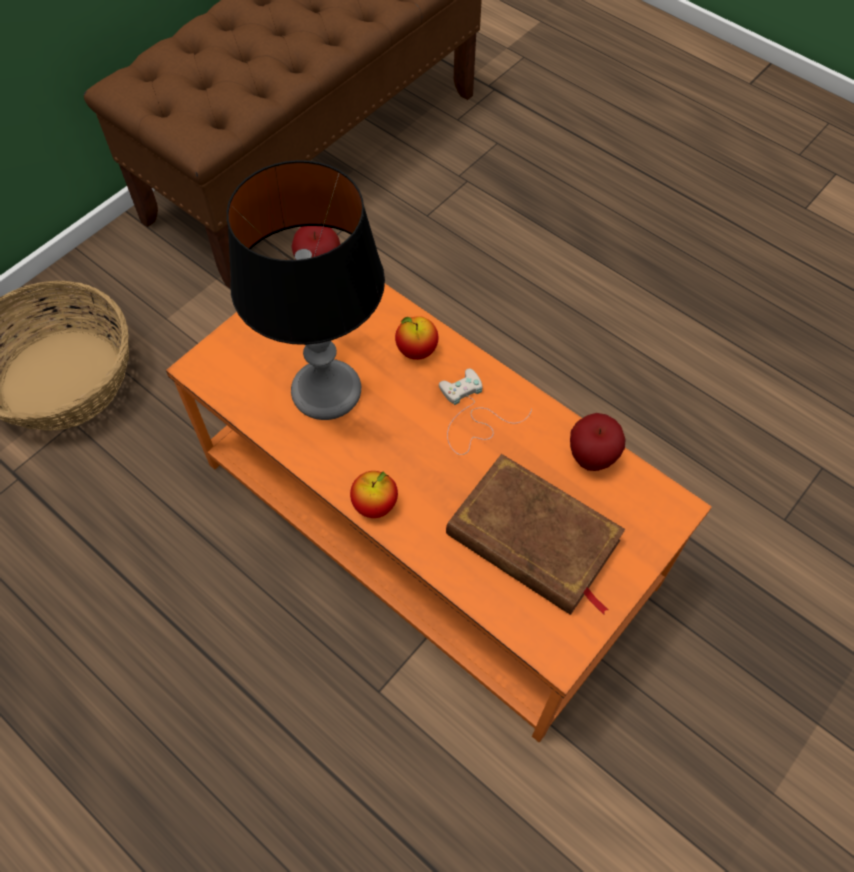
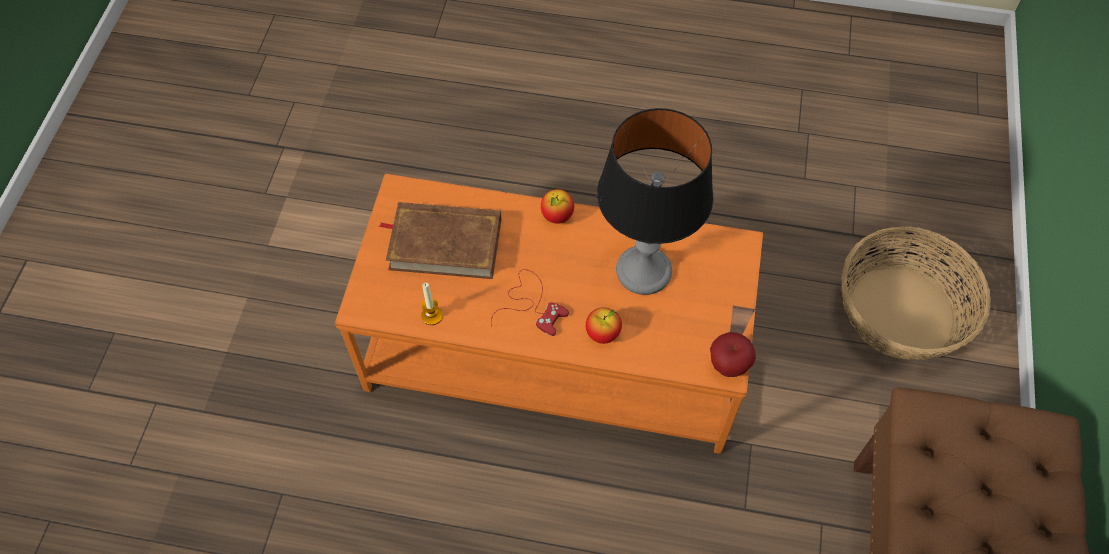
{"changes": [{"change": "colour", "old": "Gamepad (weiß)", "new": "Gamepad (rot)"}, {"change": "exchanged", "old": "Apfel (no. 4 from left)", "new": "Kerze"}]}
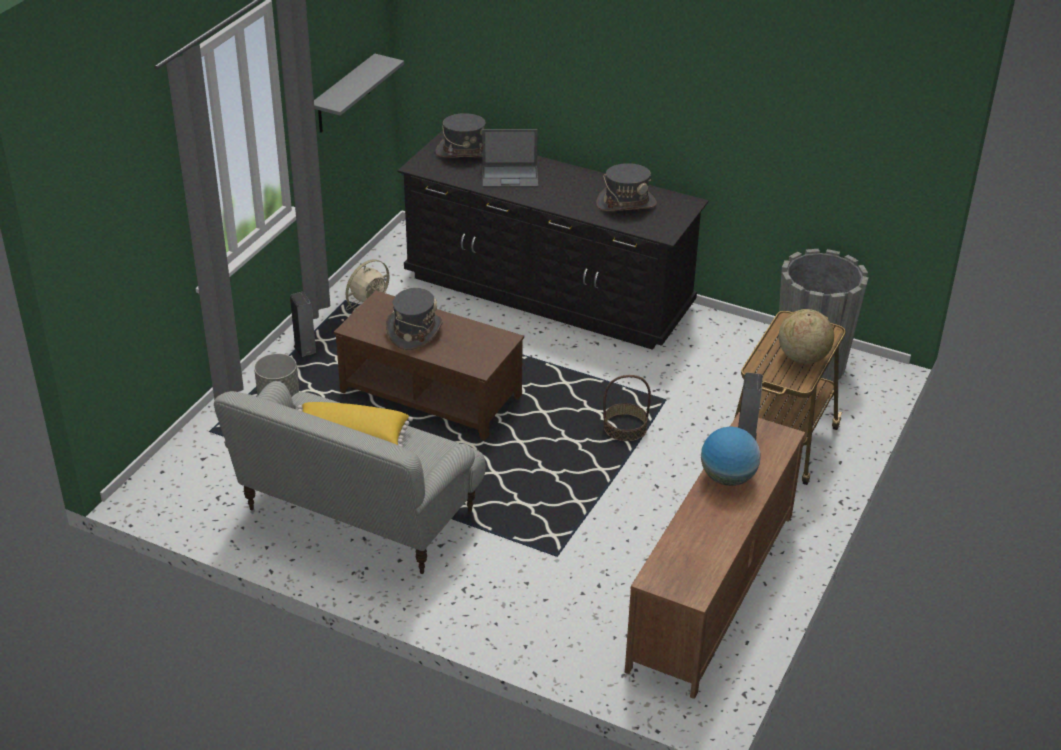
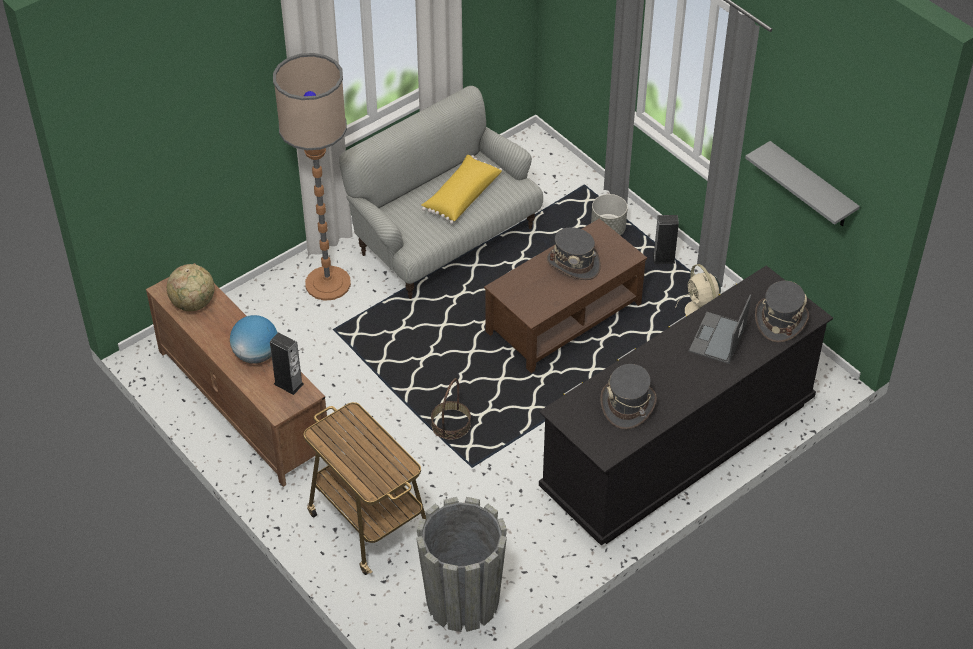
{"changes": [{"change": "relocated", "old": "Globus (no. 2 from left in the first image)", "new": "Globus (no. 1 from left)"}, {"change": "appeared", "new": "Stehlampe"}]}
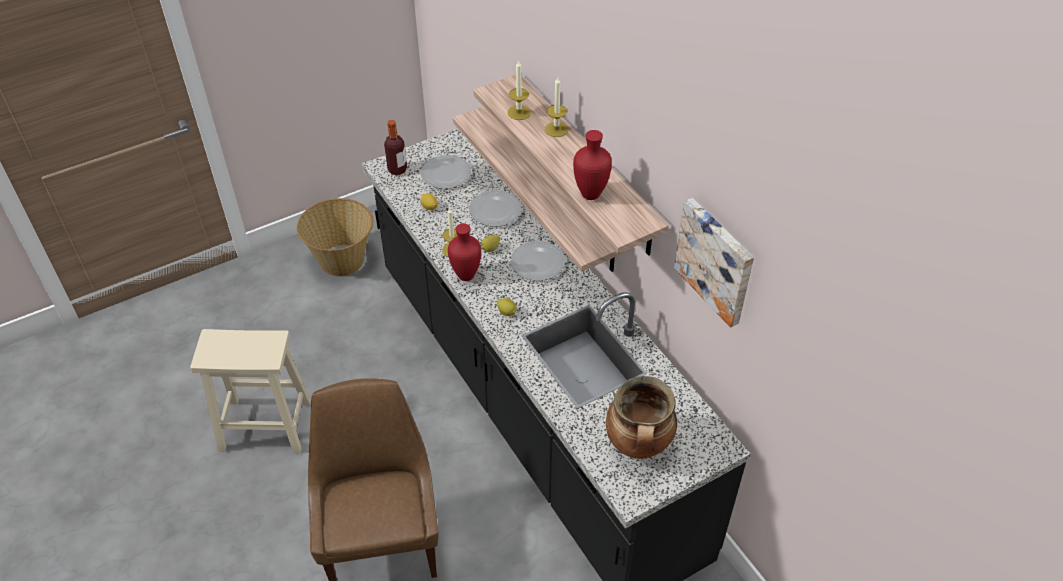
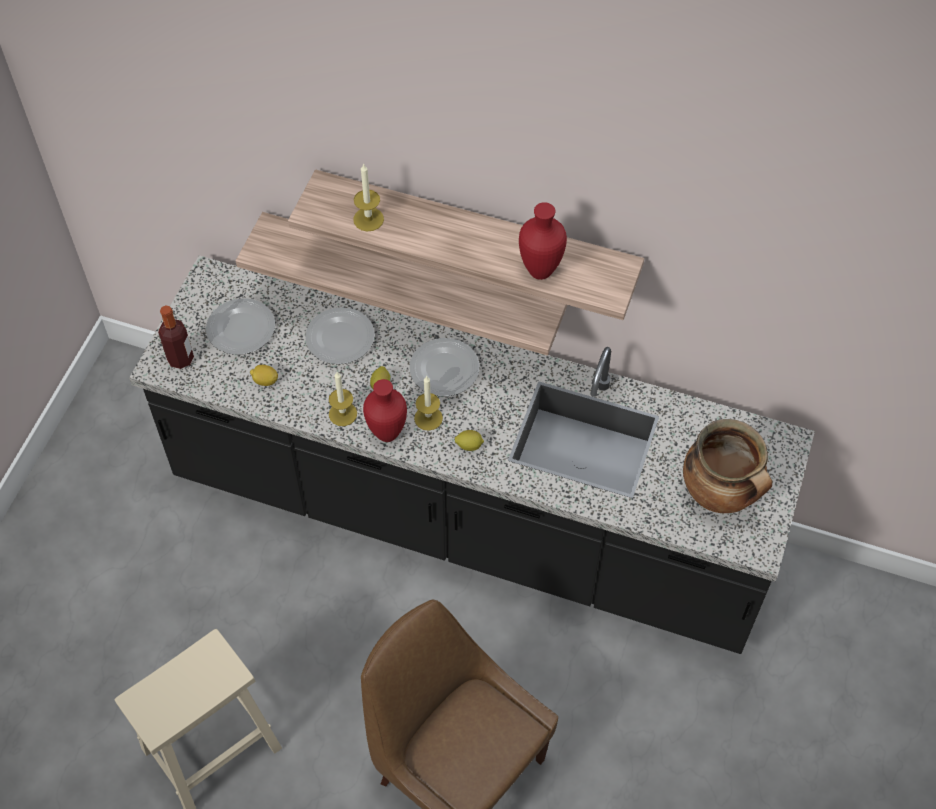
{"changes": [{"change": "relocated", "old": "Kerze (no. 3 from left)"}, {"change": "missing", "old": "Korb"}, {"change": "missing", "old": "Bild"}]}
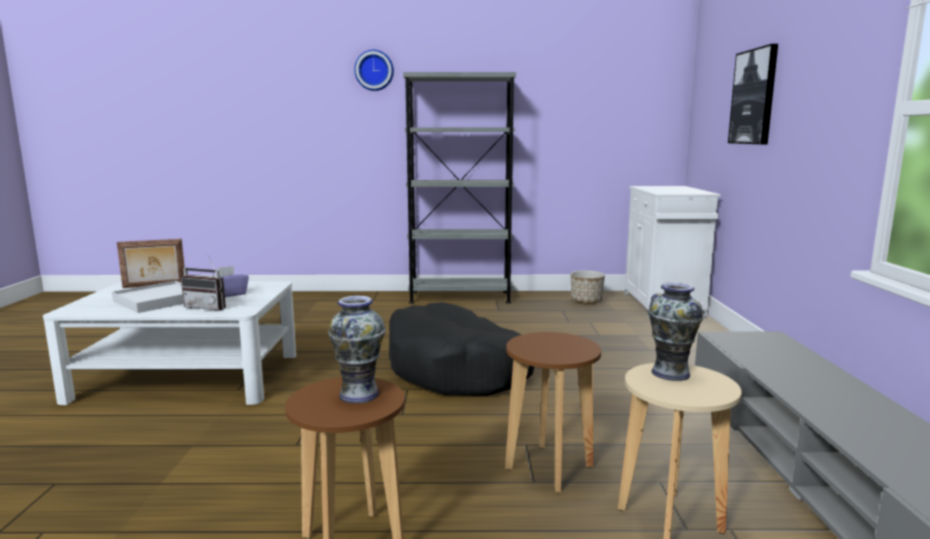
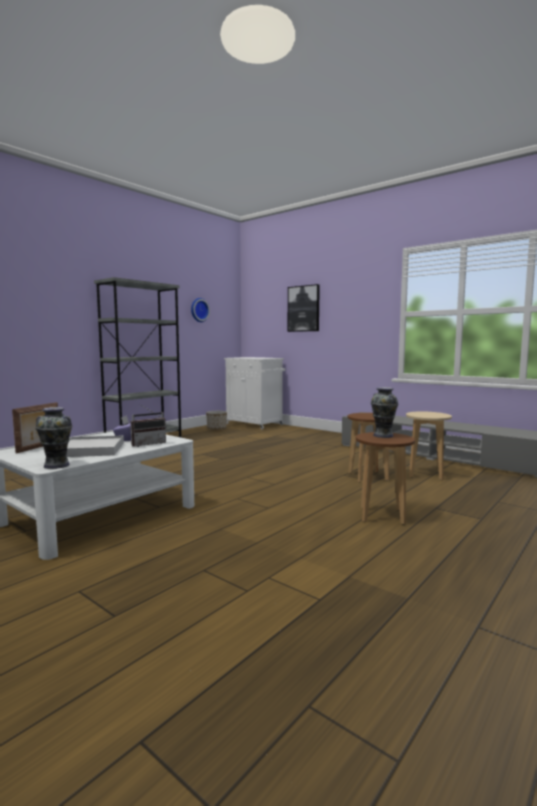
{"changes": [{"change": "relocated", "old": "Wanduhr"}, {"change": "relocated", "old": "Vase (no. 2 from left in the first image)", "new": "Vase (no. 1 from left)"}, {"change": "missing", "old": "Hundebett (schwarz)"}]}
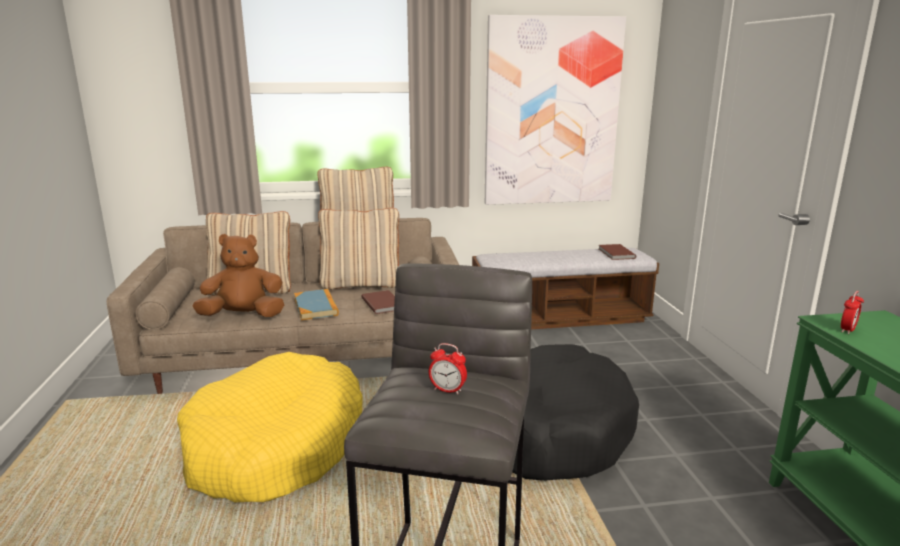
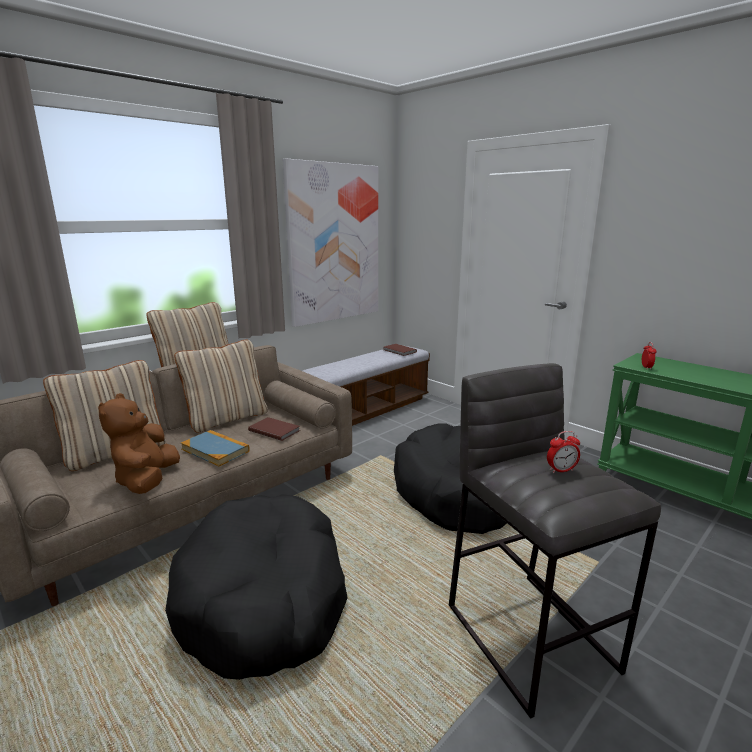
{"changes": [{"change": "spun", "old": "Plüschtier (braun)", "degrees": -45}, {"change": "colour", "old": "Hundebett (gelb)", "new": "Hundebett (schwarz) (no. 1 from left)"}]}
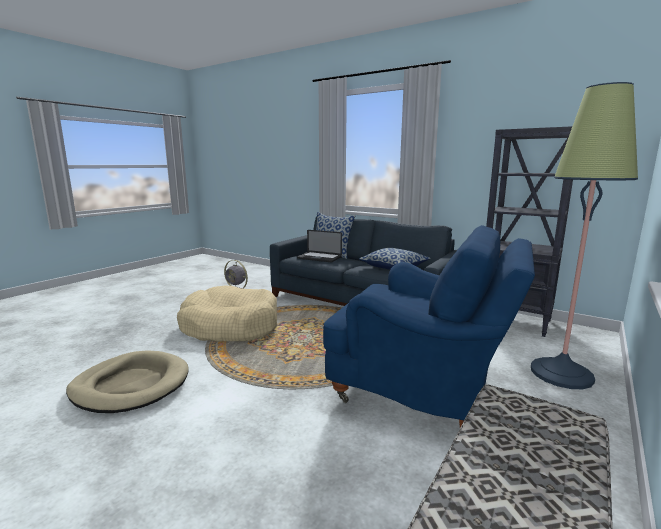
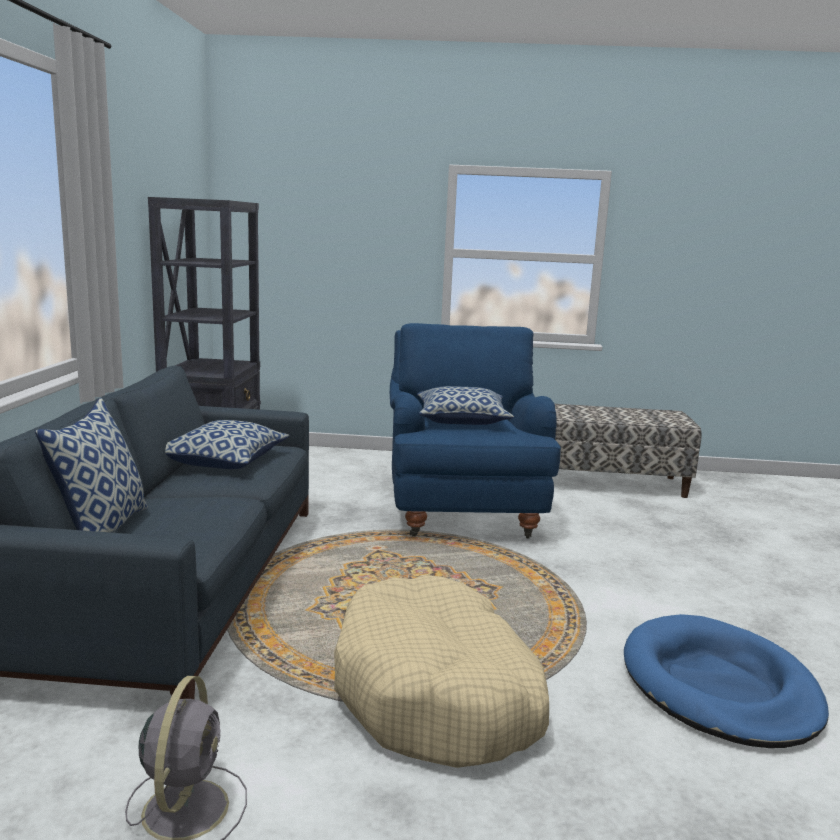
{"changes": [{"change": "missing", "old": "Stehlampe"}, {"change": "missing", "old": "Laptop"}, {"change": "colour", "old": "Hundebett (beige) (no. 1 from left)", "new": "Hundebett (blau)"}, {"change": "appeared", "new": "Kissen (no. 3 from left)"}]}
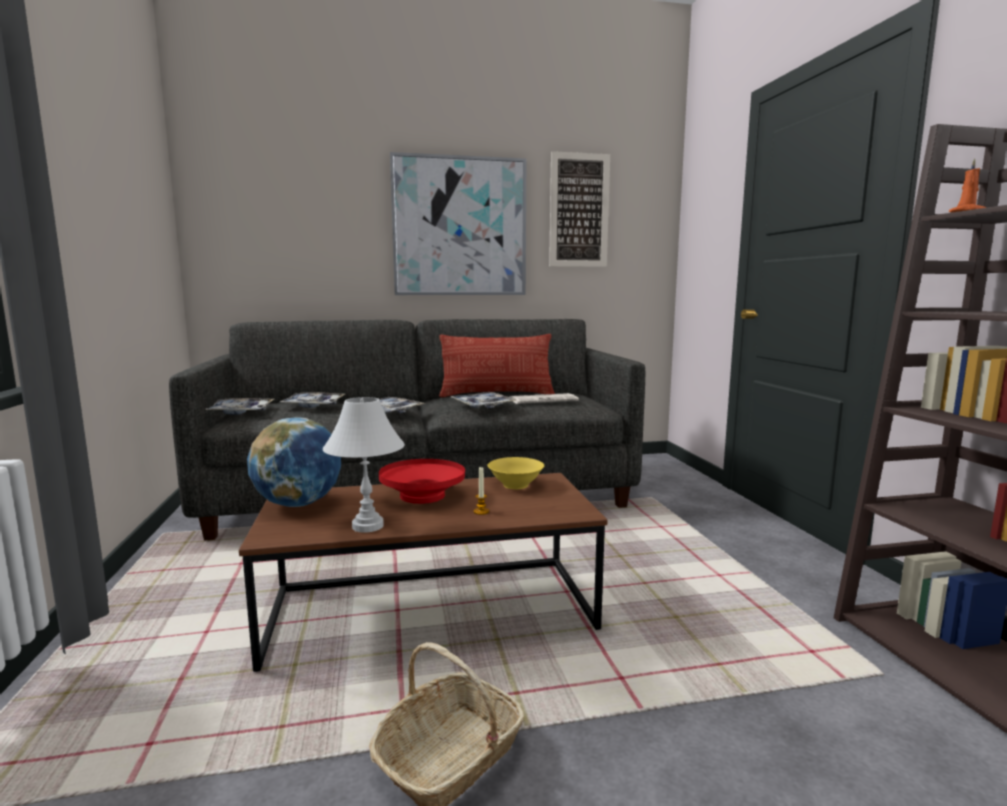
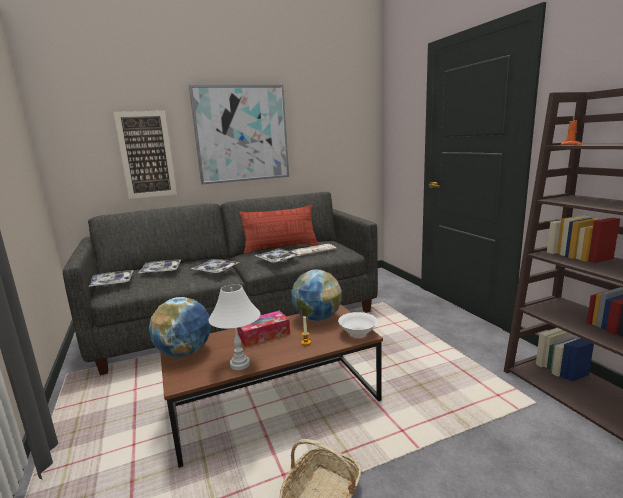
{"changes": [{"change": "relocated", "old": "Bild (no. 2 from left in the first image)", "new": "Bild (no. 1 from left)"}, {"change": "exchanged", "old": "Schüssel (gelb)", "new": "Globus (no. 2 from left)"}, {"change": "exchanged", "old": "Schüssel (rot)", "new": "Taschentuchbox"}, {"change": "appeared", "new": "Schüssel (weiß)"}]}
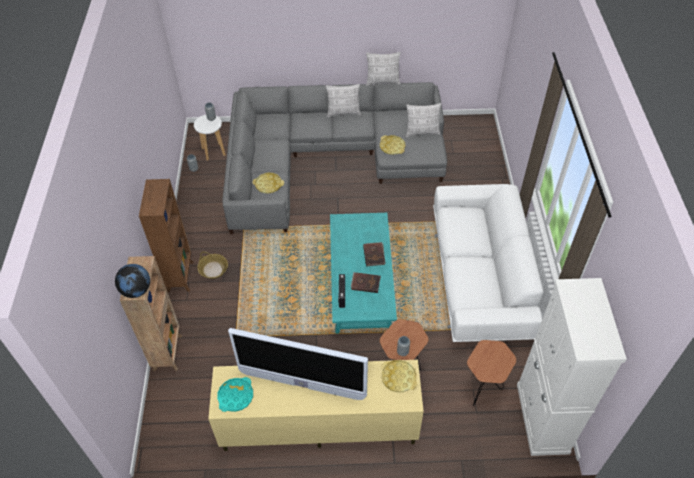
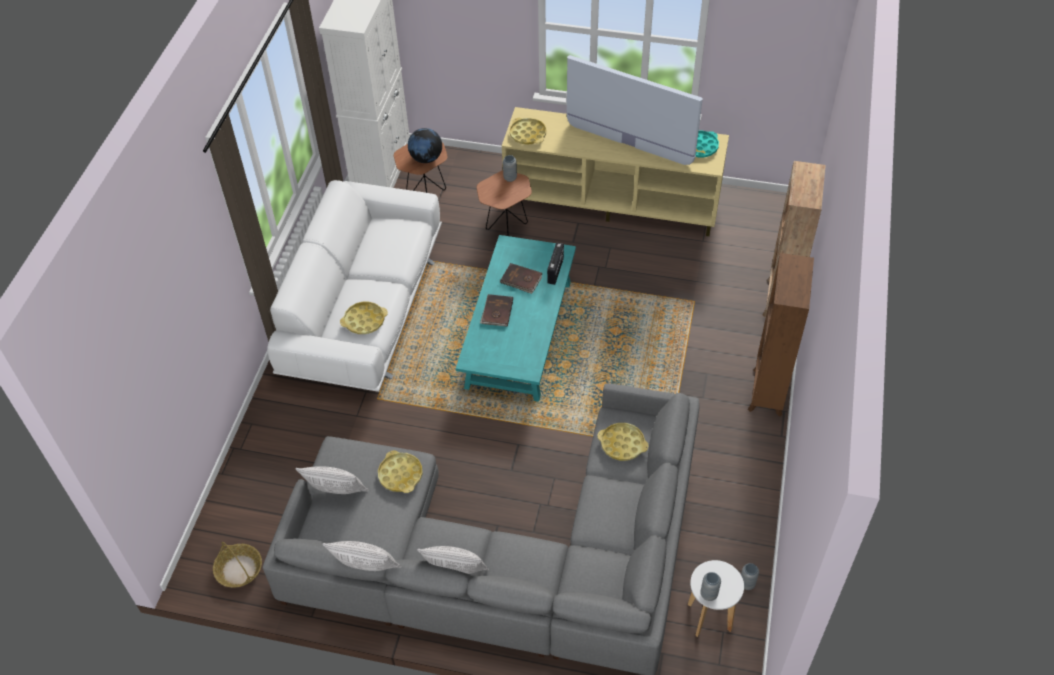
{"changes": [{"change": "relocated", "old": "Korb"}, {"change": "relocated", "old": "Globus"}, {"change": "appeared", "new": "Tablett (gelb) (no. 1 from left)"}]}
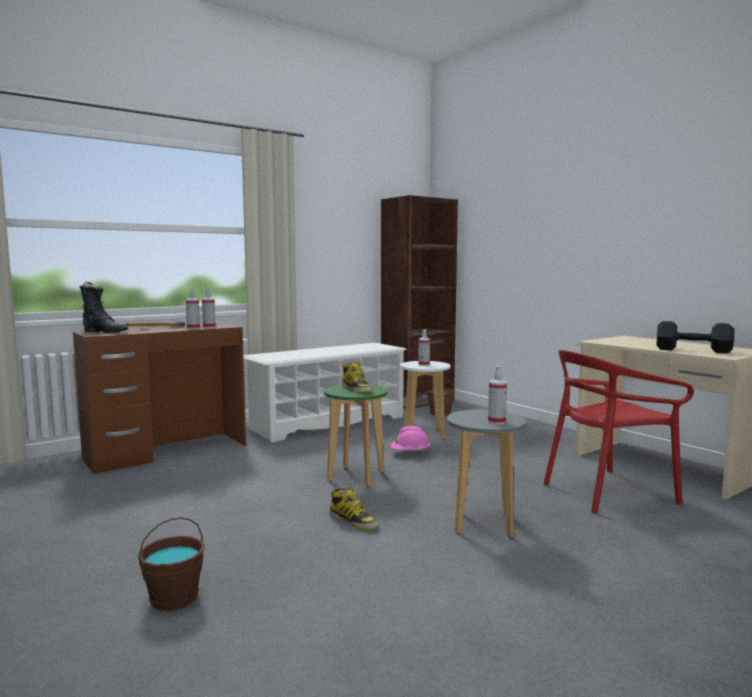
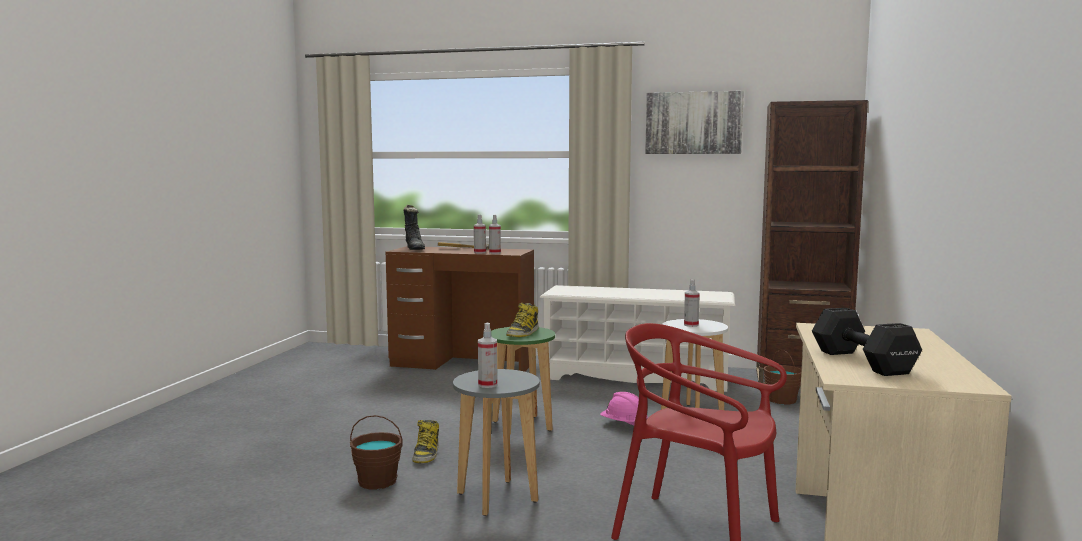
{"changes": [{"change": "relocated", "old": "Eimer (braun) (no. 1 from left)"}, {"change": "appeared", "new": "Bild"}]}
